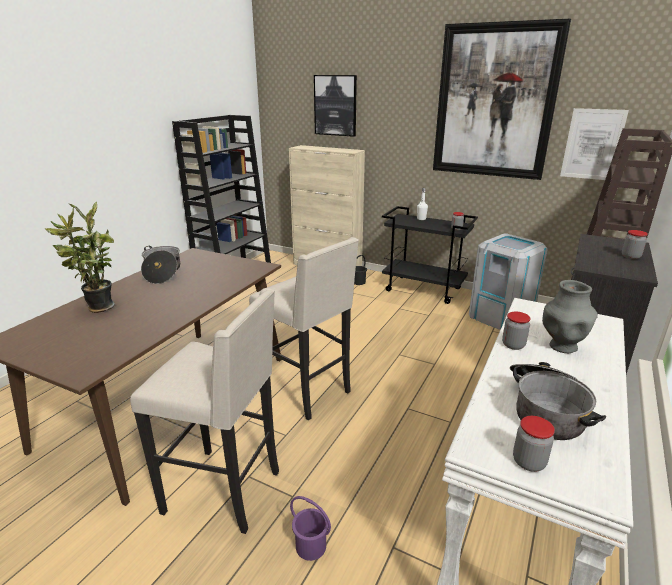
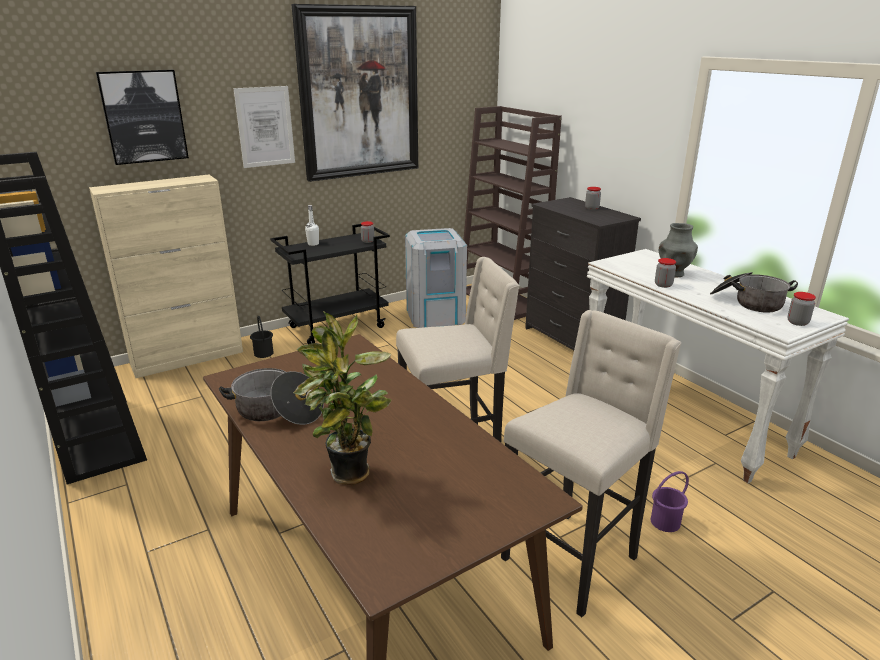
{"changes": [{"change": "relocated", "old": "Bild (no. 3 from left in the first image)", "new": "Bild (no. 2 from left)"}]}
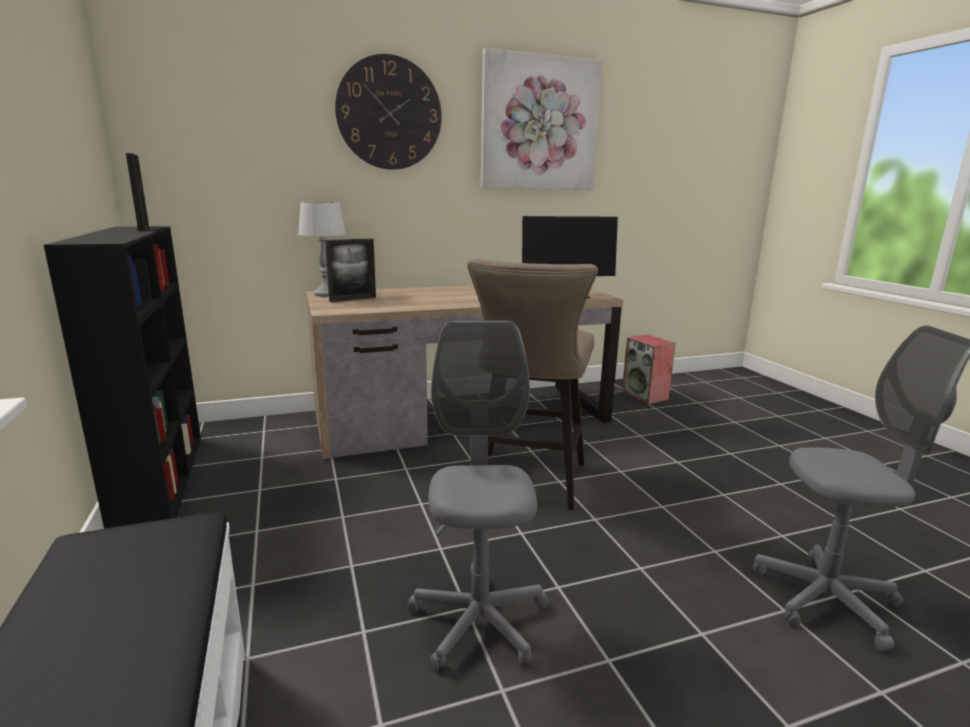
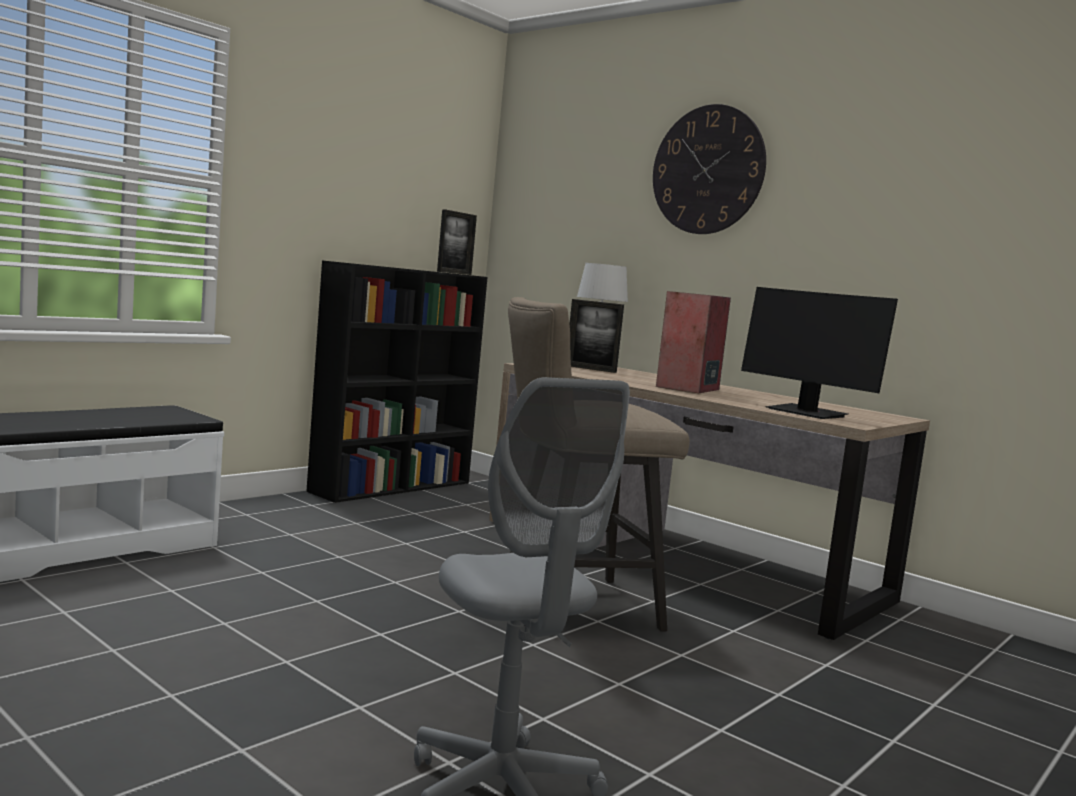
{"changes": [{"change": "missing", "old": "Bild"}, {"change": "missing", "old": "Bürostuhl (grau) (no. 1 from left)"}, {"change": "relocated", "old": "Lautsprecher"}]}
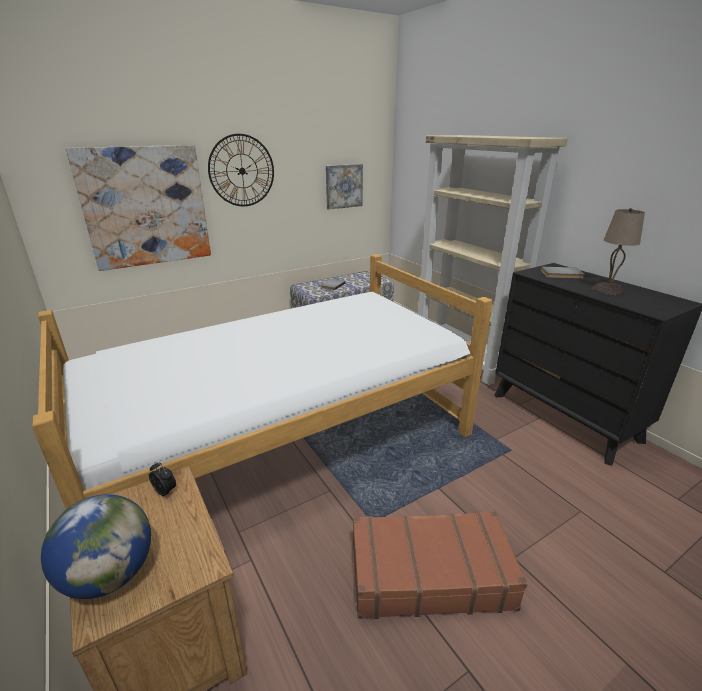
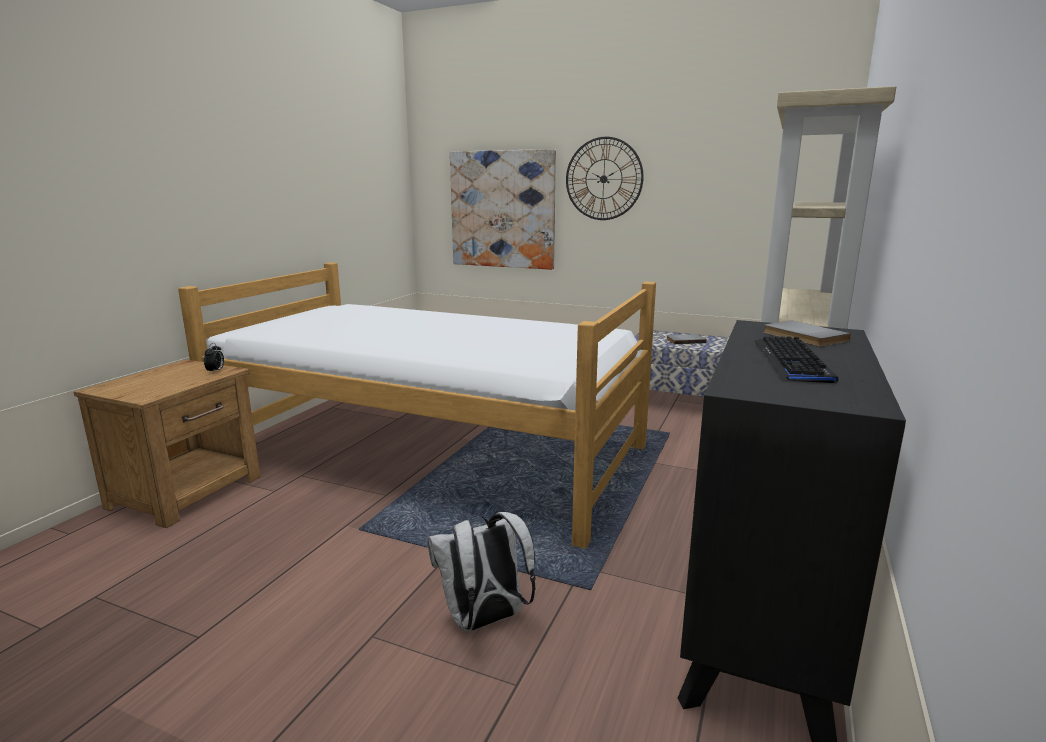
{"changes": [{"change": "missing", "old": "Bild (no. 2 from left)"}, {"change": "exchanged", "old": "Tischlampe (beige)", "new": "Tastatur"}, {"change": "missing", "old": "Globus"}, {"change": "missing", "old": "Koffer (braun)"}, {"change": "appeared", "new": "Rucksack (weiß)"}]}
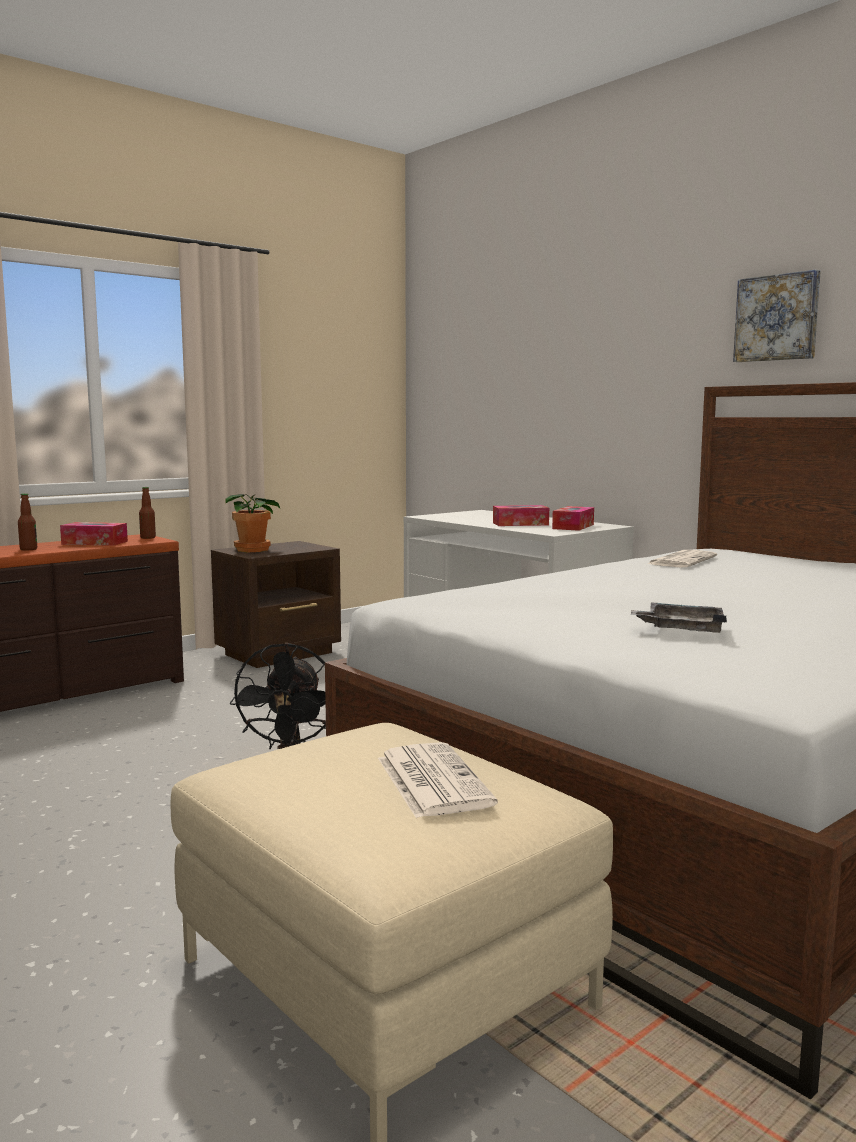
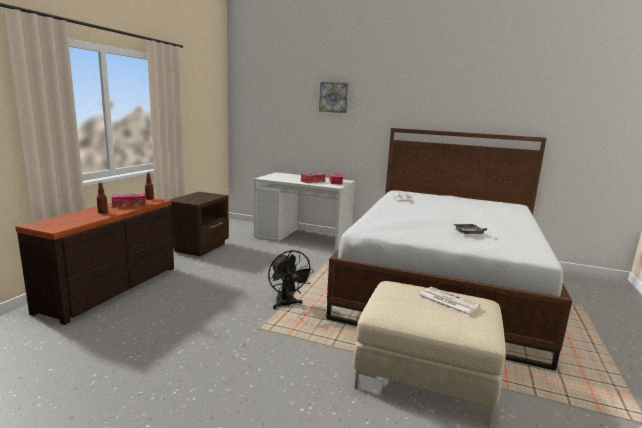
{"changes": [{"change": "relocated", "old": "Bild"}, {"change": "missing", "old": "Topfpflanze"}]}
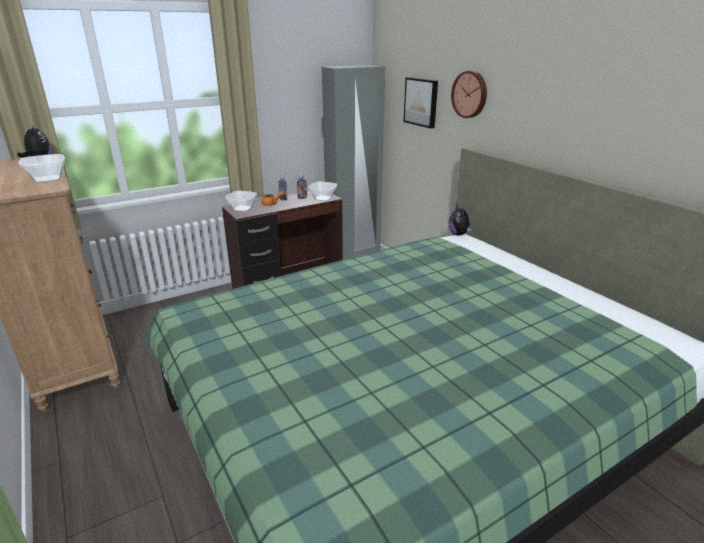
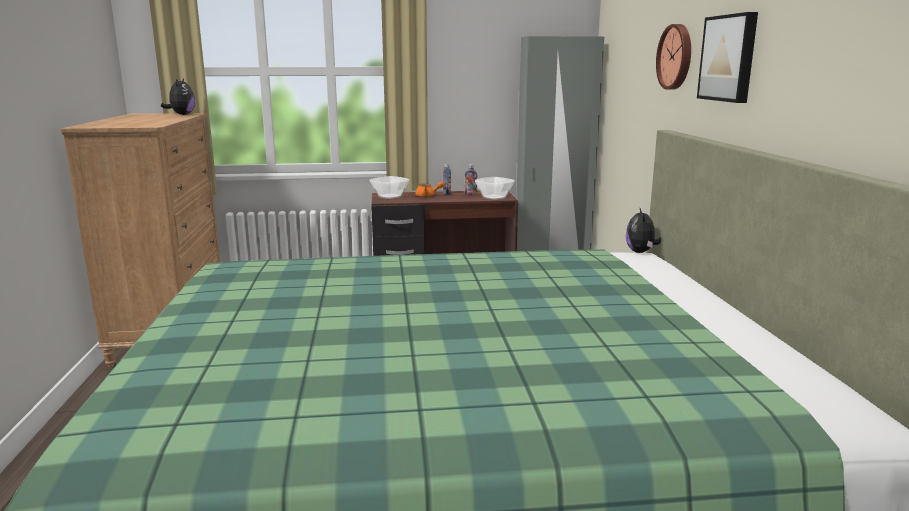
{"changes": [{"change": "relocated", "old": "Bild"}, {"change": "missing", "old": "Schüssel (no. 1 from left)"}]}
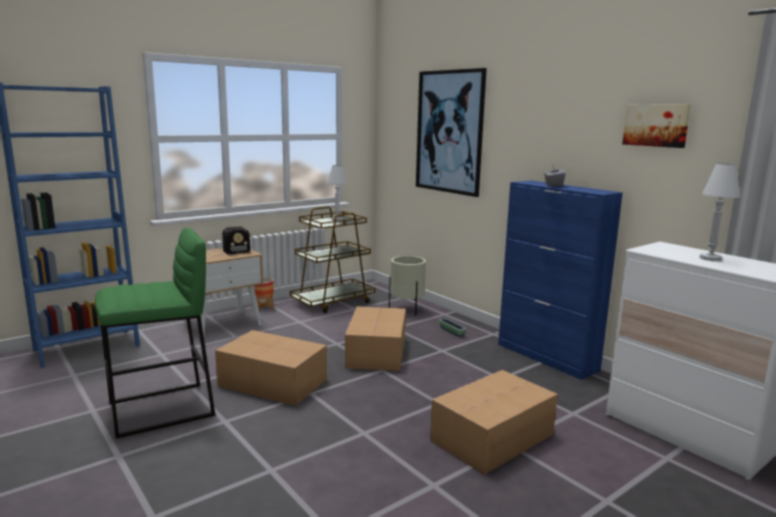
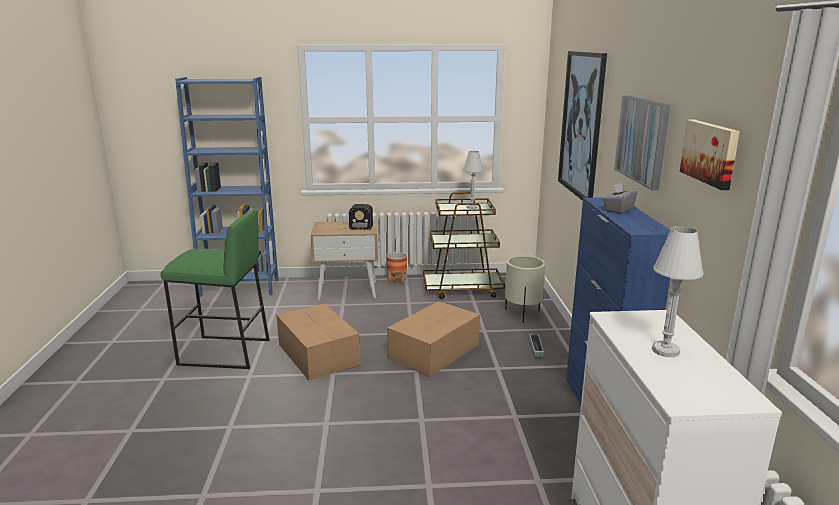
{"changes": [{"change": "missing", "old": "Karton (no. 3 from left)"}, {"change": "appeared", "new": "Bild (no. 2 from left)"}]}
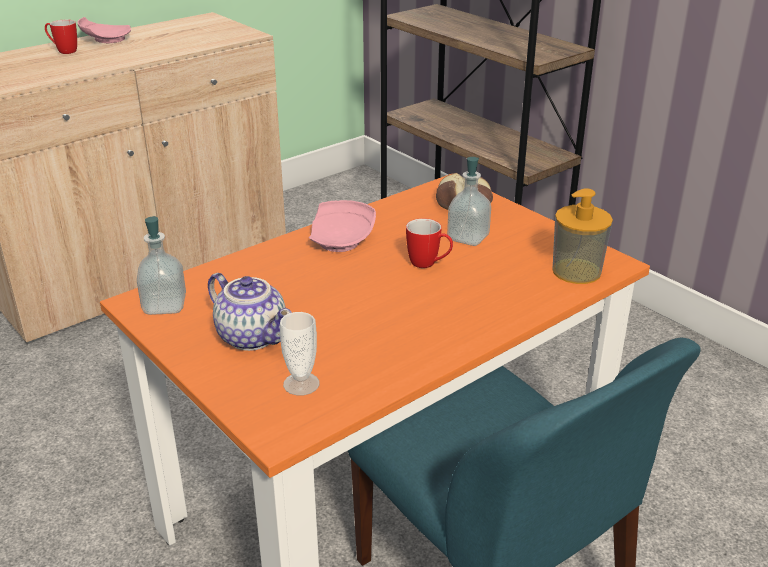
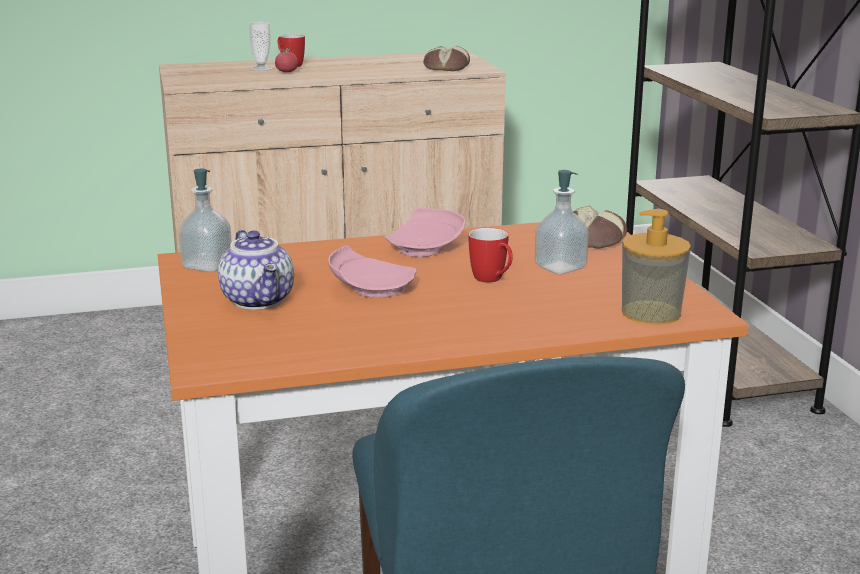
{"changes": [{"change": "relocated", "old": "Teller (rosa) (no. 1 from left)"}, {"change": "relocated", "old": "Tasse"}, {"change": "appeared", "new": "Brot (no. 1 from left)"}, {"change": "appeared", "new": "Tomate"}]}
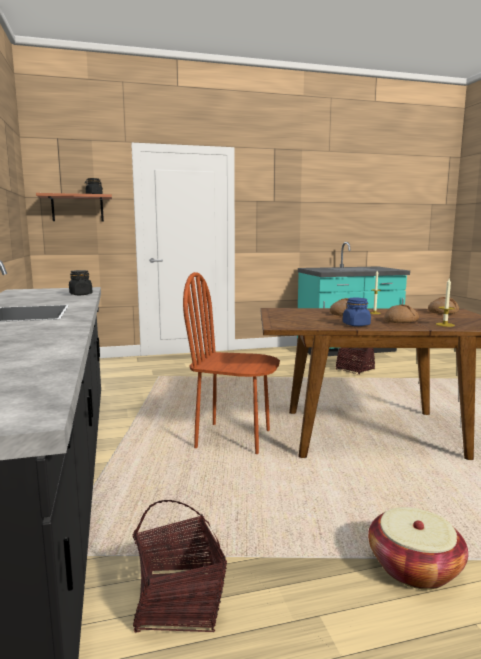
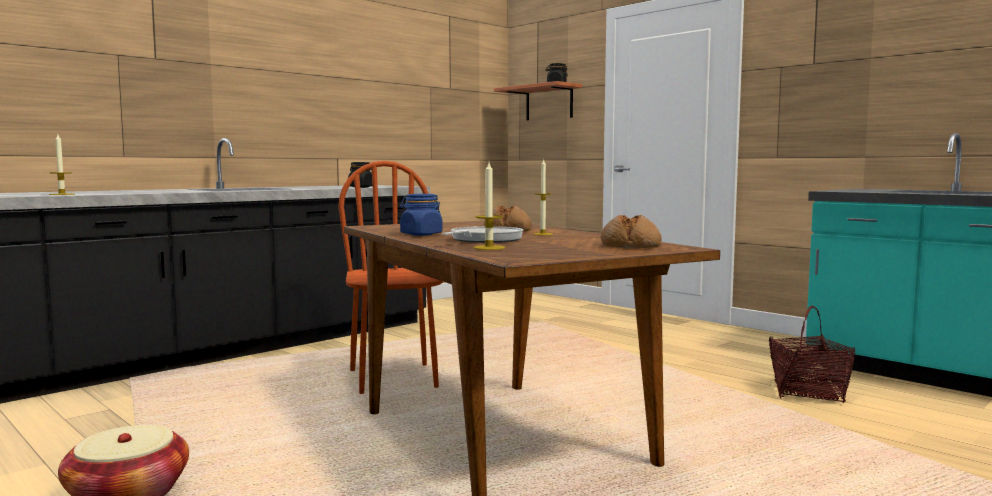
{"changes": [{"change": "exchanged", "old": "Brot (no. 2 from left)", "new": "Pfanne"}, {"change": "missing", "old": "Korb (no. 1 from left)"}, {"change": "appeared", "new": "Kerze (no. 1 from left)"}]}
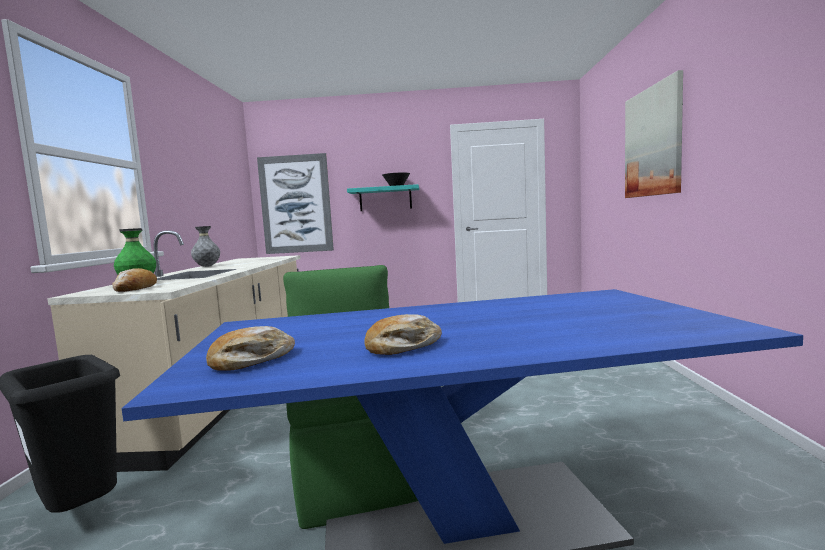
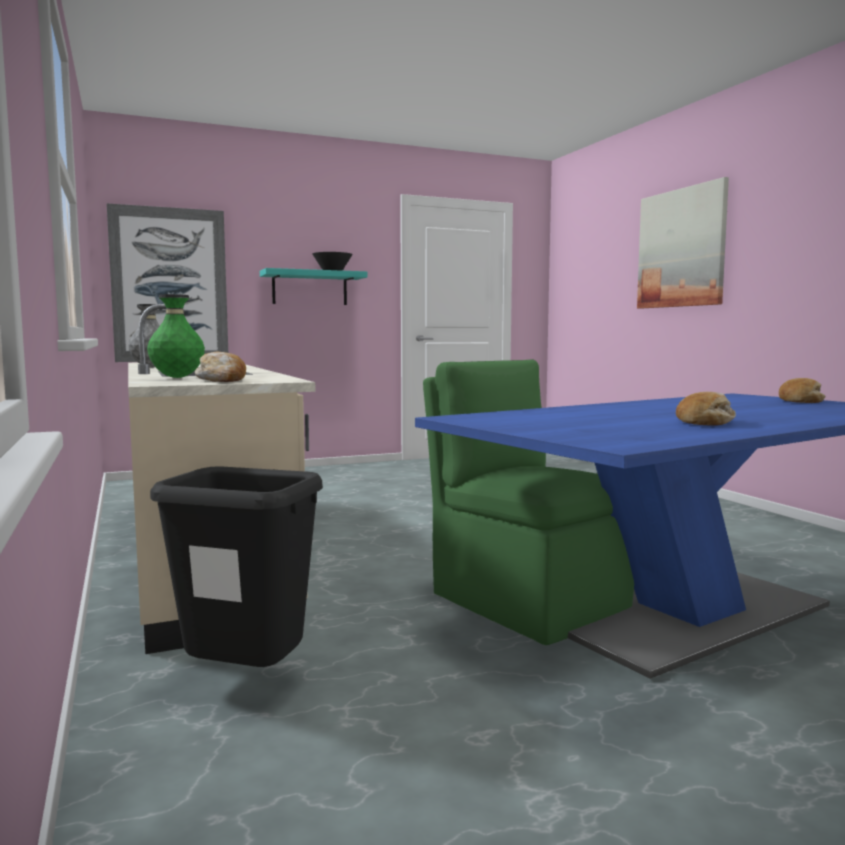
{"changes": [{"change": "relocated", "old": "Brot (no. 2 from left in the first image)", "new": "Brot (no. 3 from left)"}]}
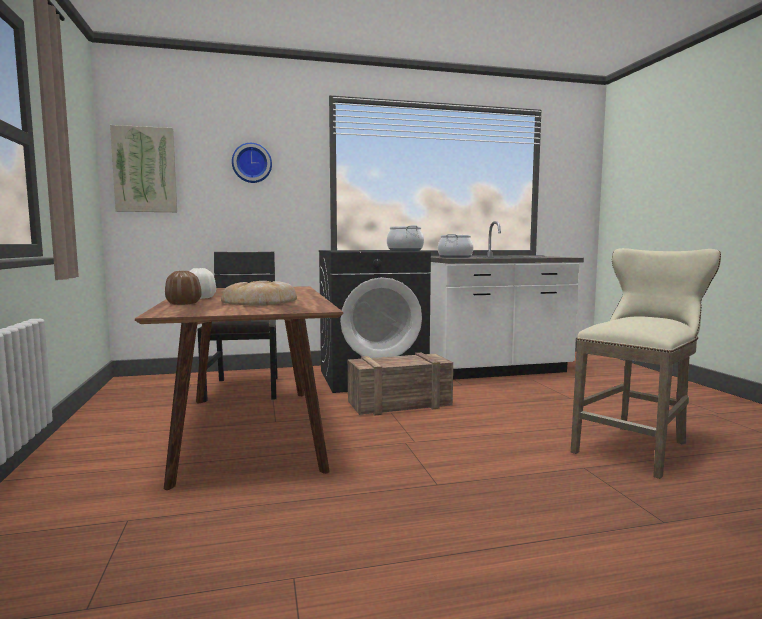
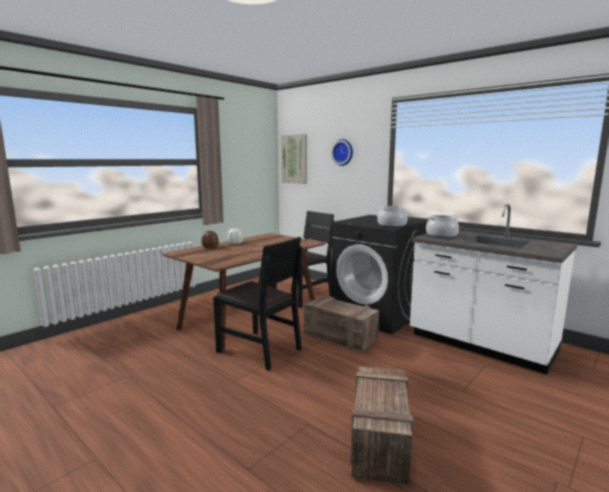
{"changes": [{"change": "exchanged", "old": "Hocker (beige)", "new": "Kiste (no. 2 from left)"}, {"change": "missing", "old": "Brot"}, {"change": "appeared", "new": "Stuhl (schwarz) (no. 1 from left)"}]}
